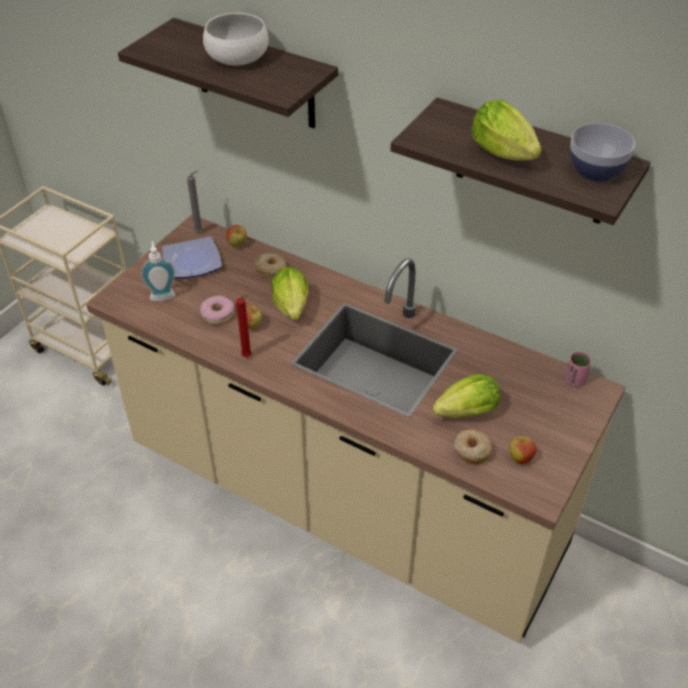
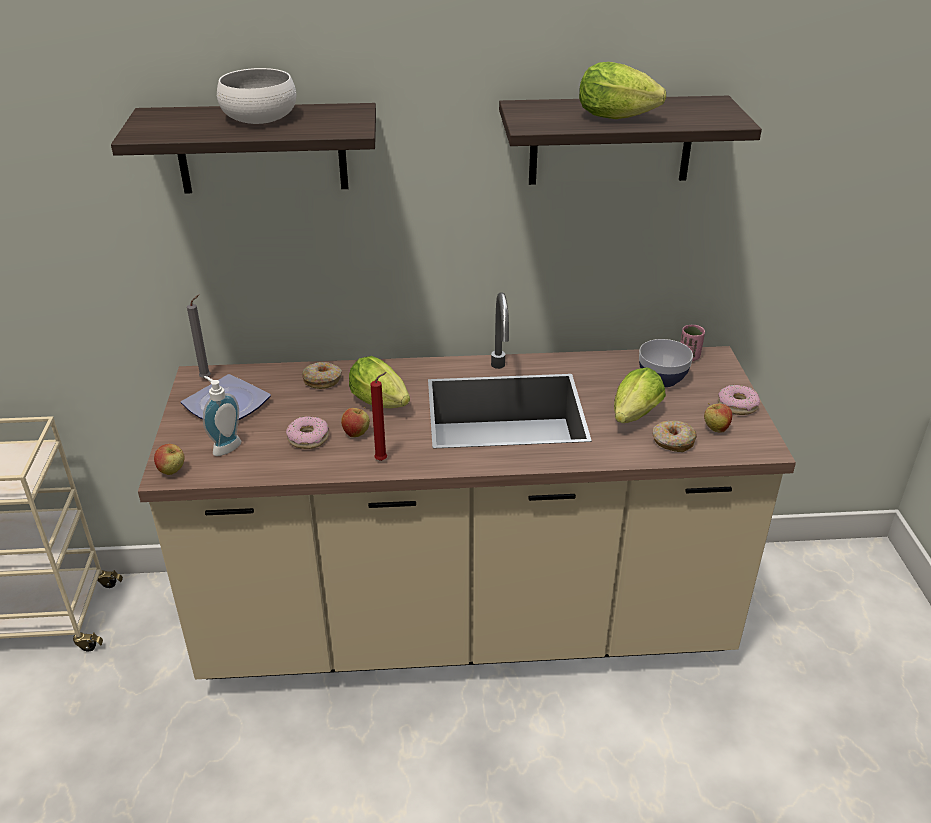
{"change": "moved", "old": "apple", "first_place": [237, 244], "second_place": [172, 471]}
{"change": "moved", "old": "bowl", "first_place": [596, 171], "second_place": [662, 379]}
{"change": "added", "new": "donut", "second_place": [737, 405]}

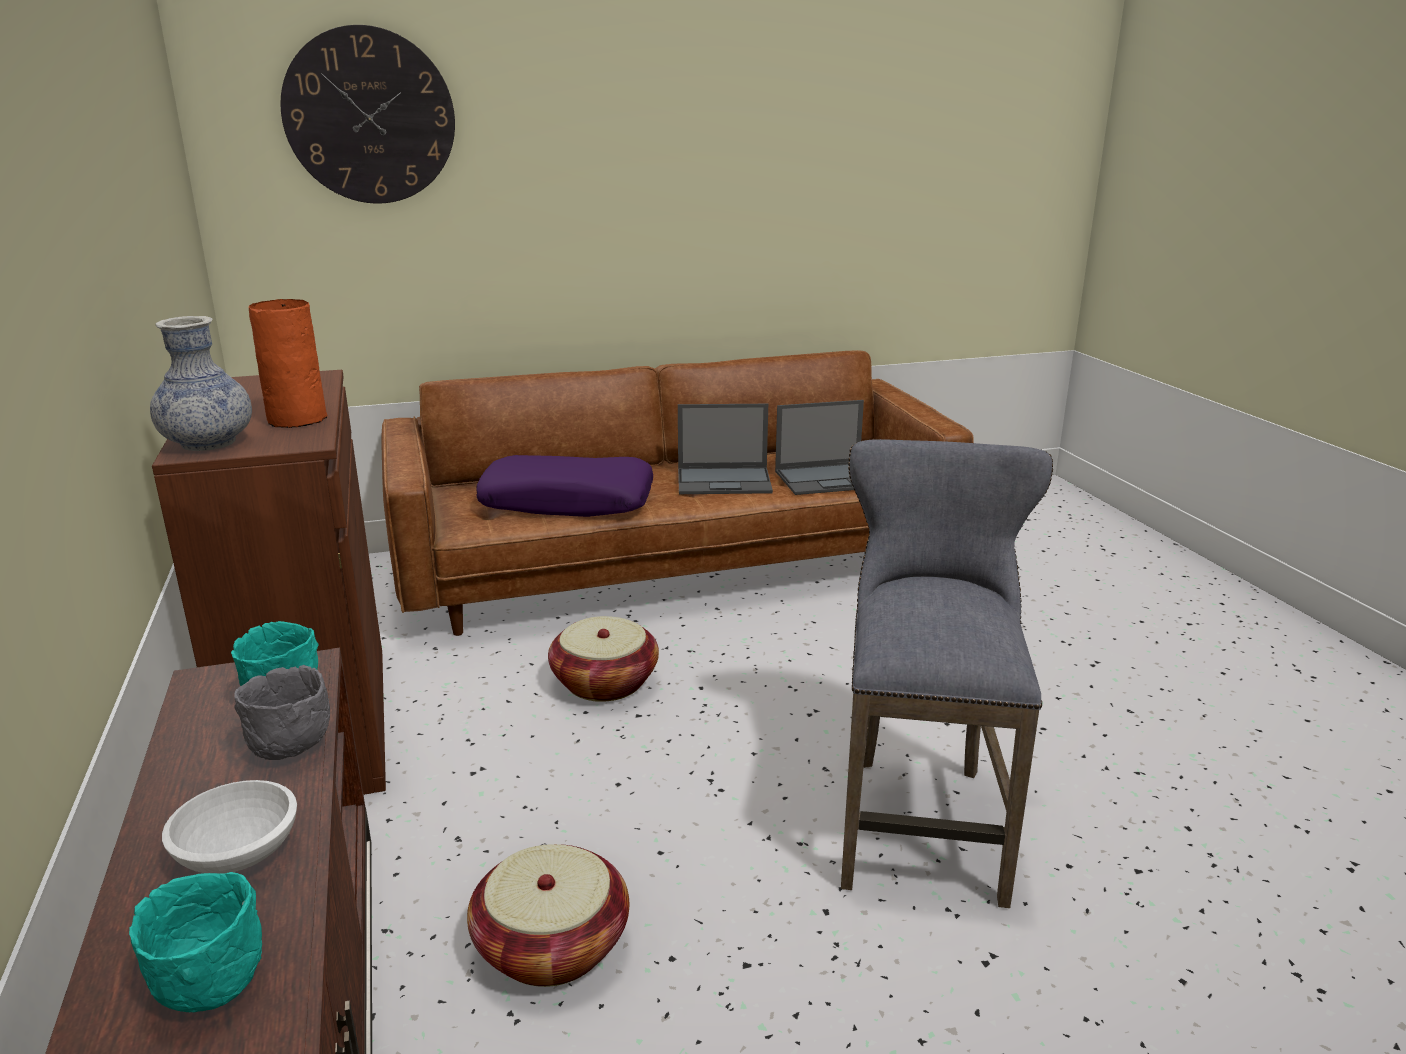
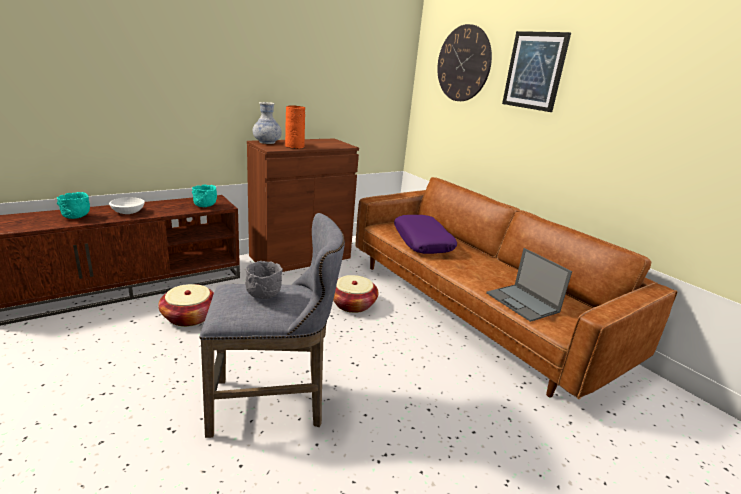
{"change": "moved", "old": "grey bowl", "first_place": [292, 750], "second_place": [263, 296]}
{"change": "removed", "old": "laptop", "first_place": [725, 481]}
{"change": "added", "new": "picture", "second_place": [535, 71]}

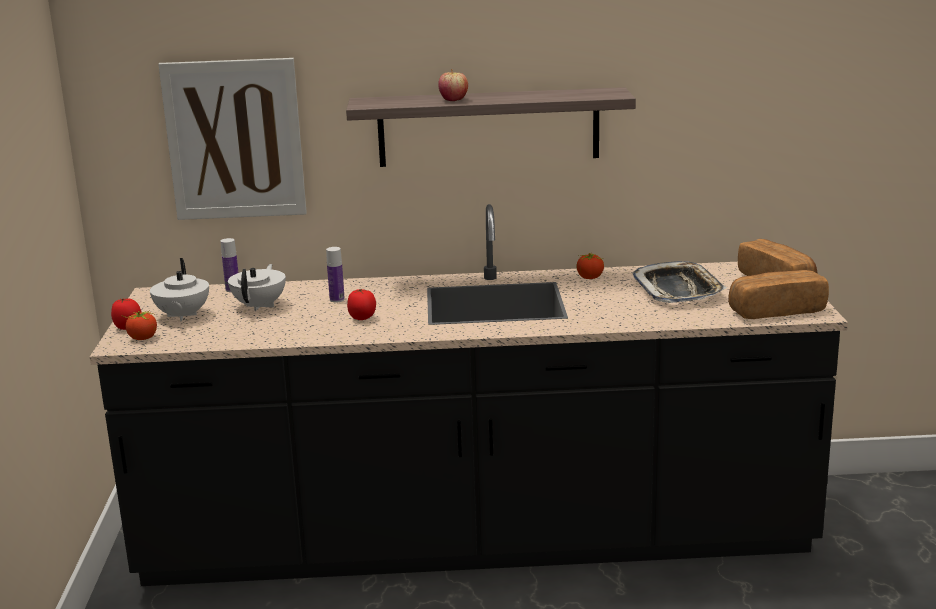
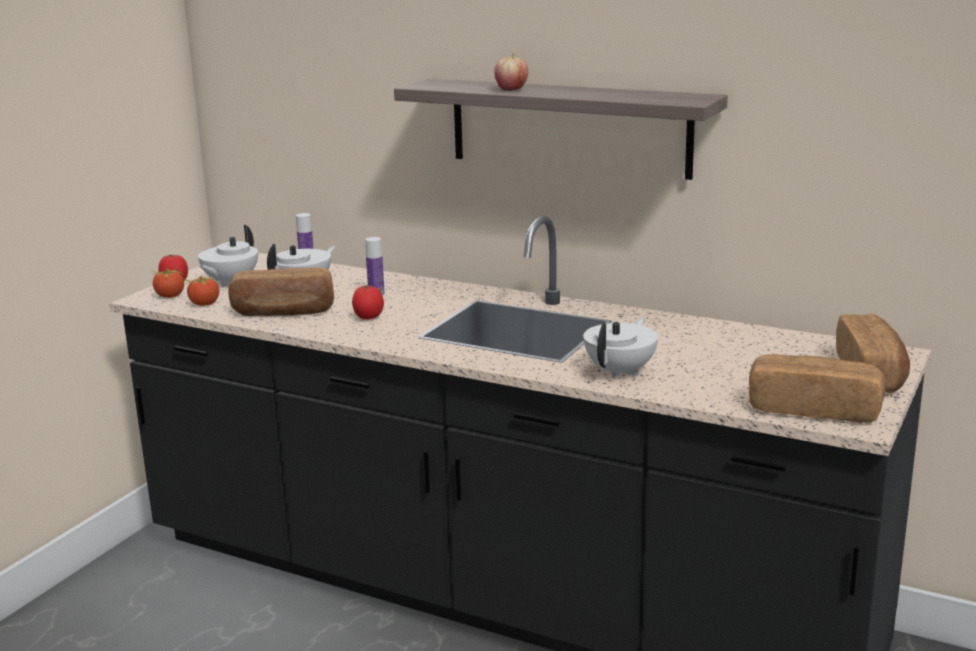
{"change": "removed", "old": "picture", "first_place": [234, 139]}
{"change": "moved", "old": "tomato", "first_place": [590, 278], "second_place": [204, 304]}
{"change": "removed", "old": "tray", "first_place": [678, 290]}
{"change": "added", "new": "bread", "second_place": [283, 311]}
{"change": "added", "new": "white teapot", "second_place": [621, 371]}

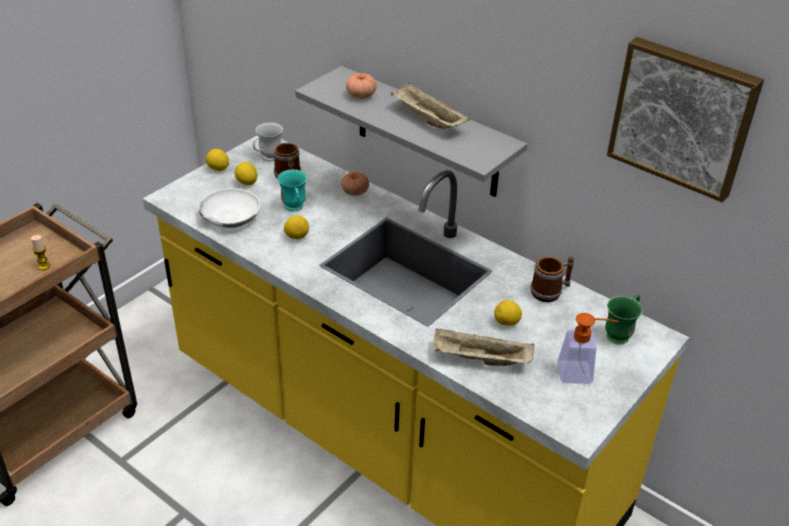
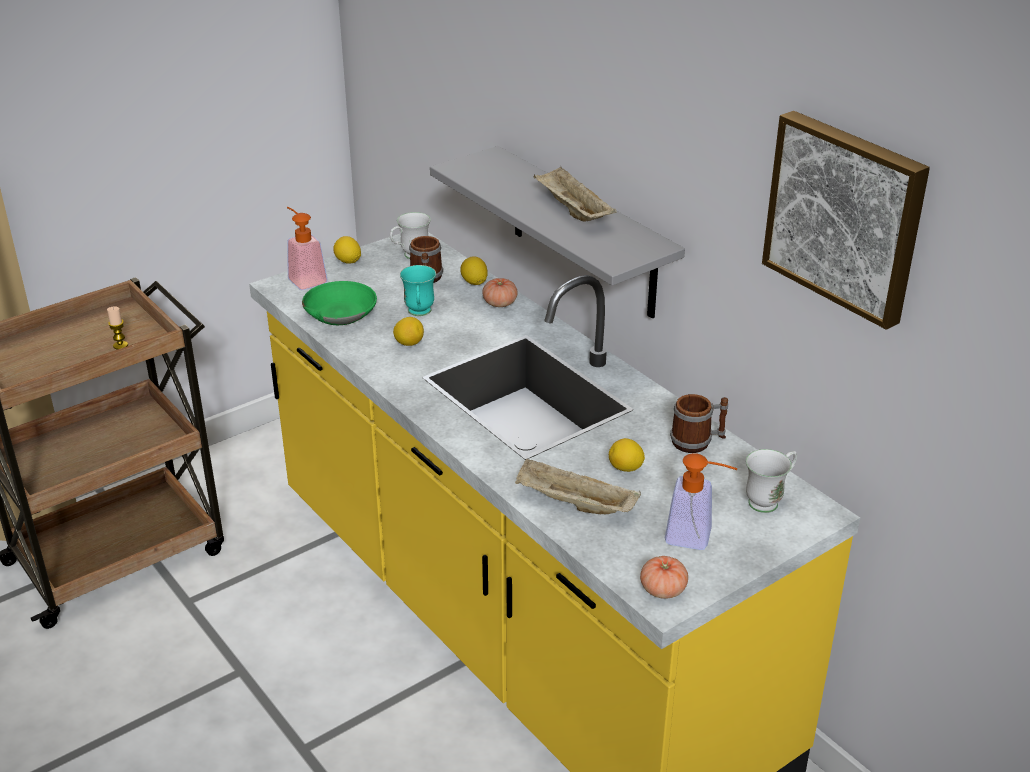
{"change": "recoloured", "old": "white bowl", "new": "green bowl", "first_place": [230, 216], "second_place": [340, 313]}
{"change": "moved", "old": "lemon", "first_place": [246, 183], "second_place": [474, 282]}
{"change": "moved", "old": "tomato", "first_place": [361, 95], "second_place": [663, 589]}
{"change": "recoloured", "old": "green mug", "new": "white mug", "first_place": [621, 333], "second_place": [769, 500]}
{"change": "added", "new": "soap dispenser", "second_place": [304, 278]}

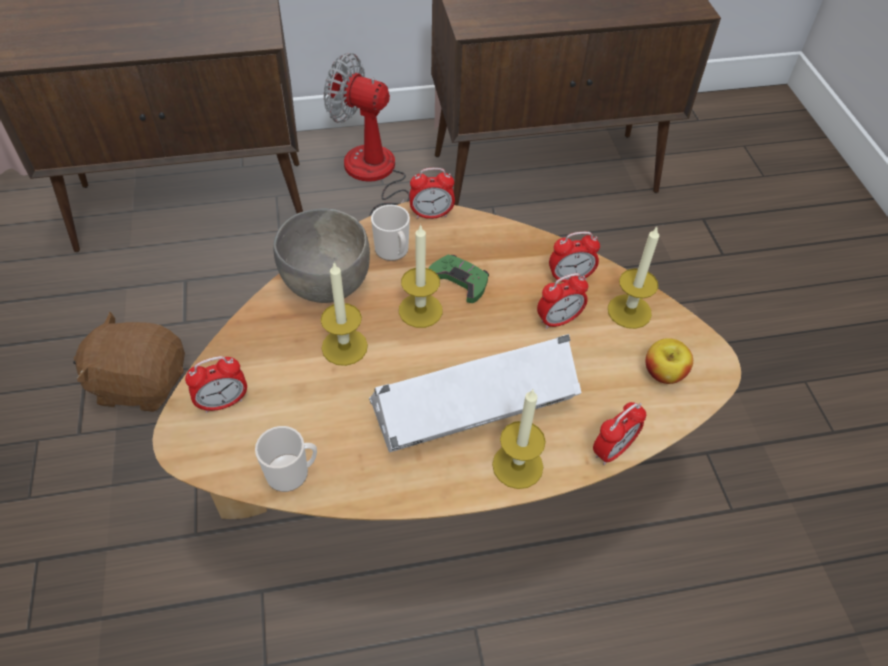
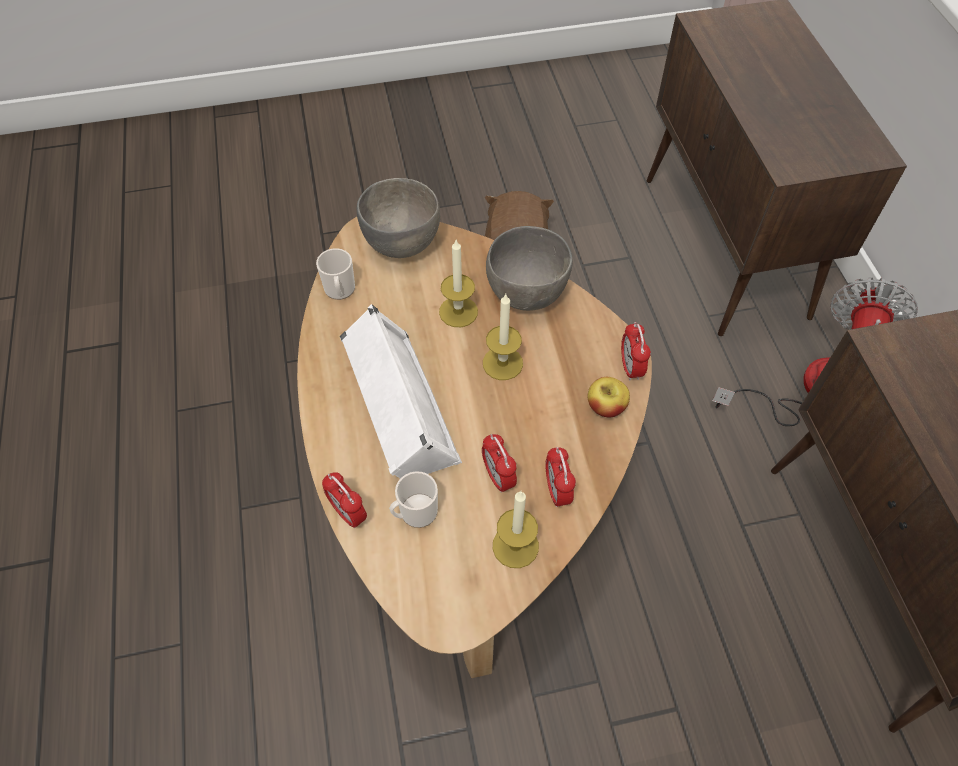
{"change": "replaced", "old": "alarm clock", "new": "grey bowl", "first_place": [223, 402], "second_place": [402, 244]}
{"change": "moved", "old": "mug", "first_place": [393, 252], "second_place": [415, 513]}
{"change": "removed", "old": "green game controller", "first_place": [459, 281]}
{"change": "removed", "old": "candle", "first_place": [517, 465]}
{"change": "moved", "old": "apple", "first_place": [663, 373], "second_place": [606, 407]}

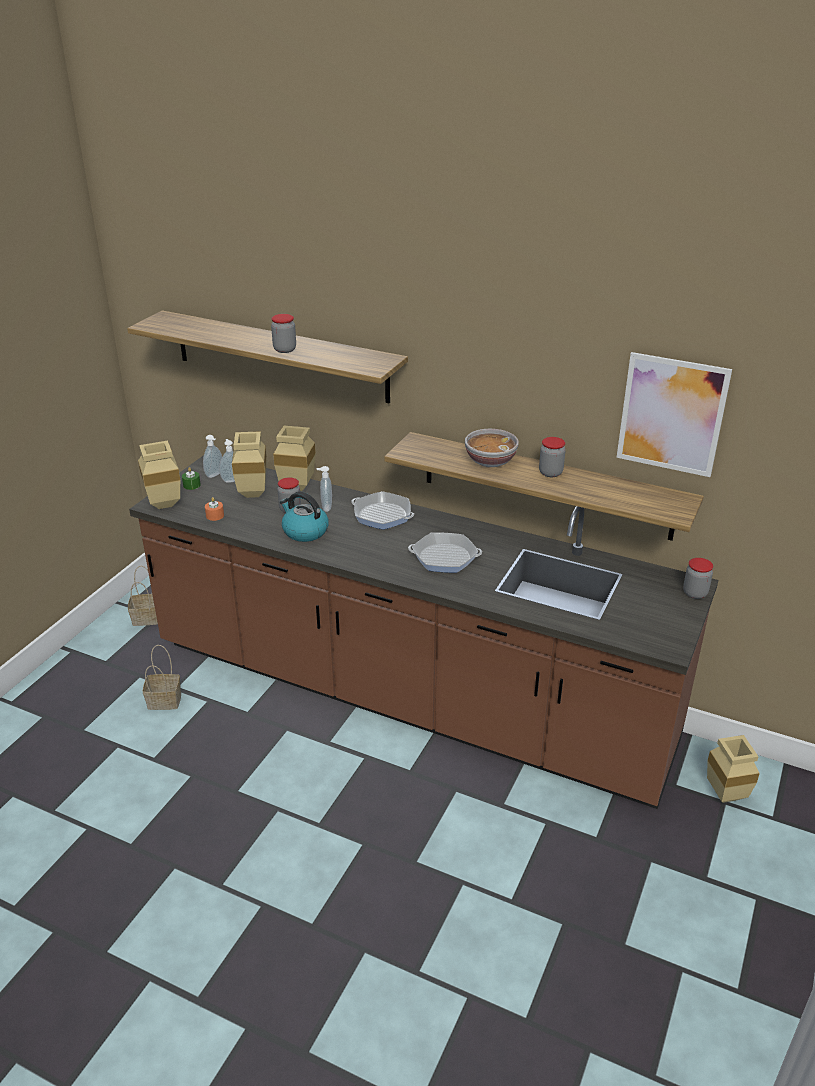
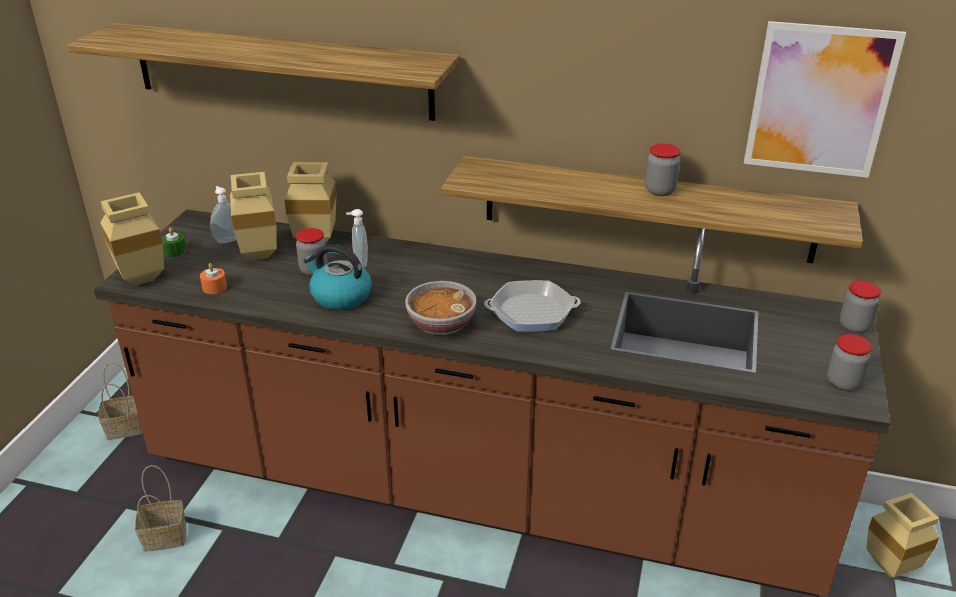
{"change": "removed", "old": "soap dispenser", "first_place": [215, 475]}
{"change": "moved", "old": "jar", "first_place": [284, 349], "second_place": [843, 383]}
{"change": "removed", "old": "frying pan", "first_place": [382, 515]}
{"change": "moved", "old": "bowl", "first_place": [489, 461], "second_place": [440, 324]}

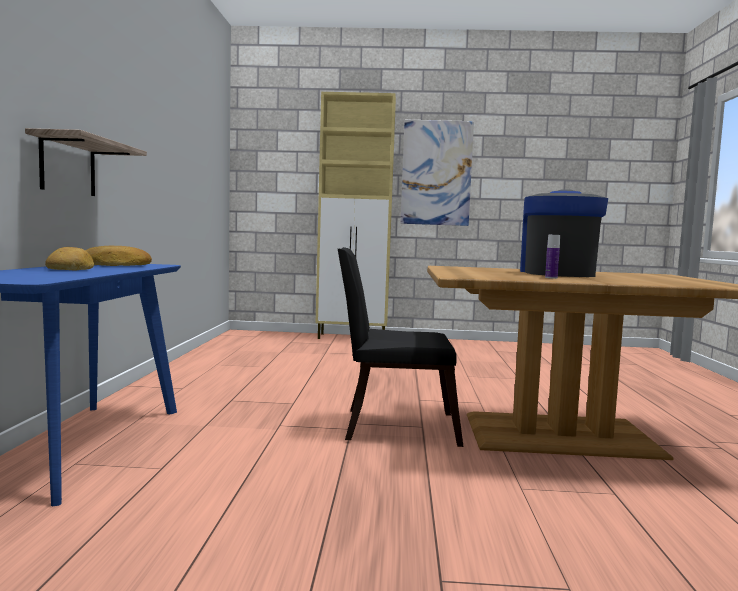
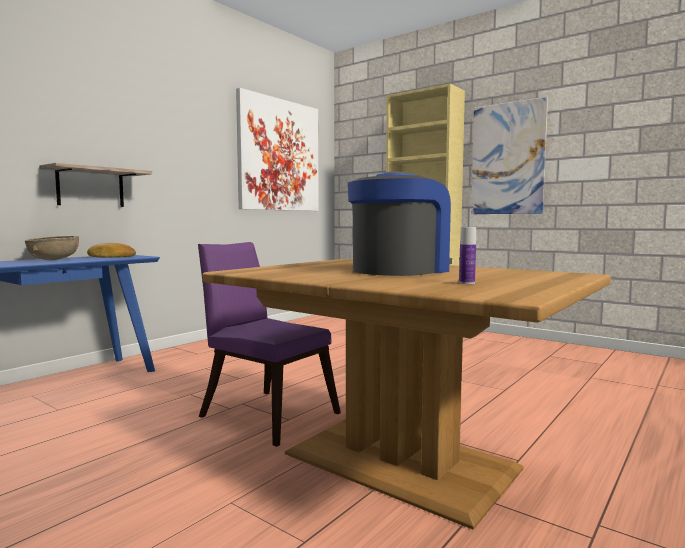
{"change": "replaced", "old": "bread", "new": "brown bowl", "first_place": [71, 269], "second_place": [54, 260]}
{"change": "recoloured", "old": "black chair", "new": "purple chair", "first_place": [392, 426], "second_place": [265, 413]}
{"change": "moved", "old": "bottle", "first_place": [551, 278], "second_place": [466, 283]}
{"change": "added", "new": "picture", "second_place": [279, 155]}

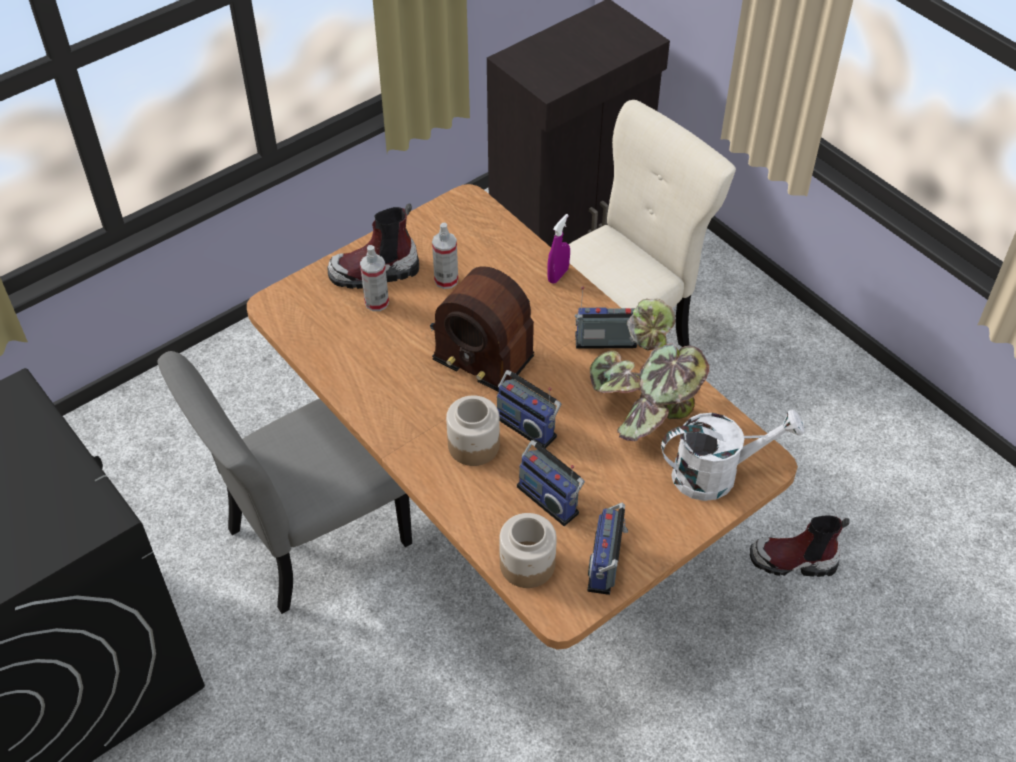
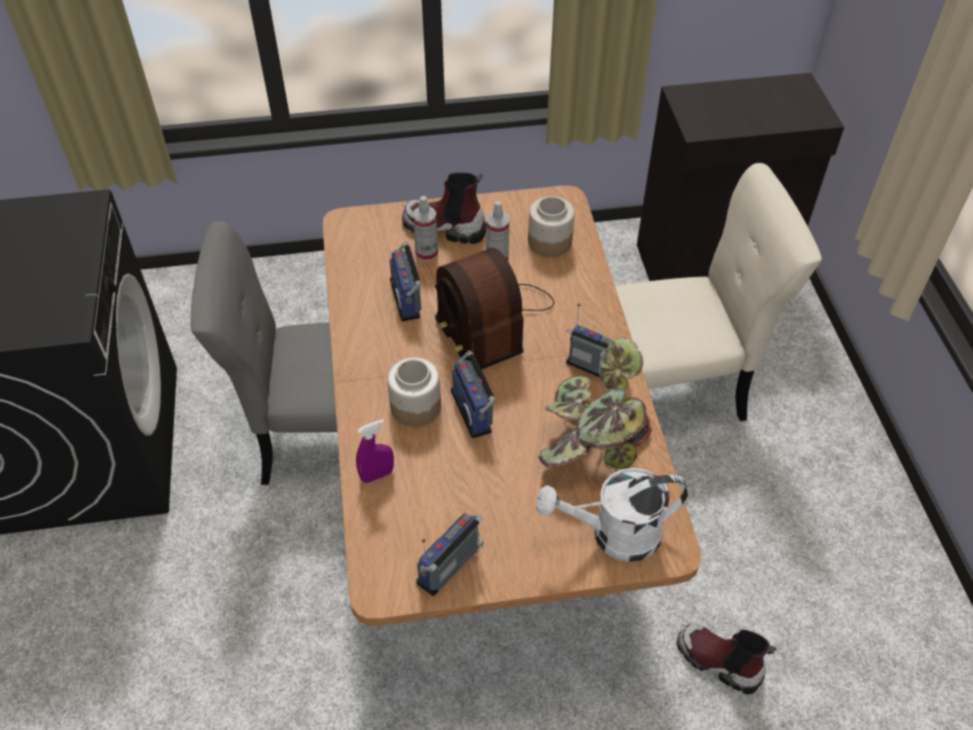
{"change": "moved", "old": "jar", "first_place": [527, 565], "second_place": [549, 242]}
{"change": "moved", "old": "radio", "first_place": [550, 498], "second_place": [408, 298]}
{"change": "moved", "old": "purple spray bottle", "first_place": [558, 275], "second_place": [377, 475]}
{"change": "turned", "old": "white watering can", "first_place": [717, 473], "second_place": [613, 535], "degrees": 150}

